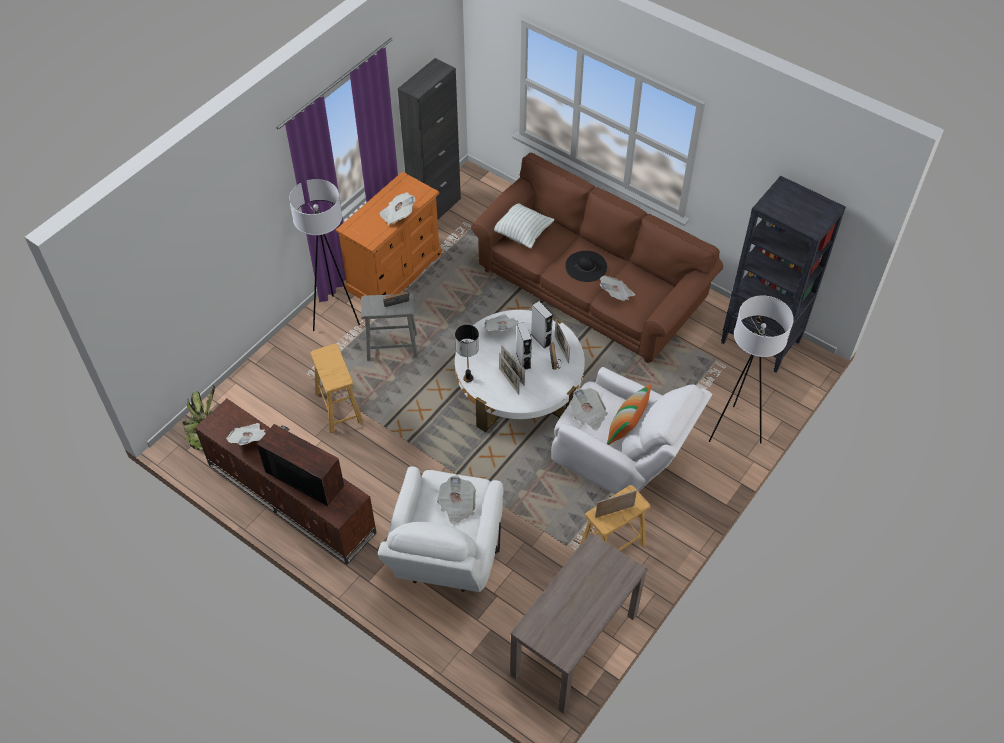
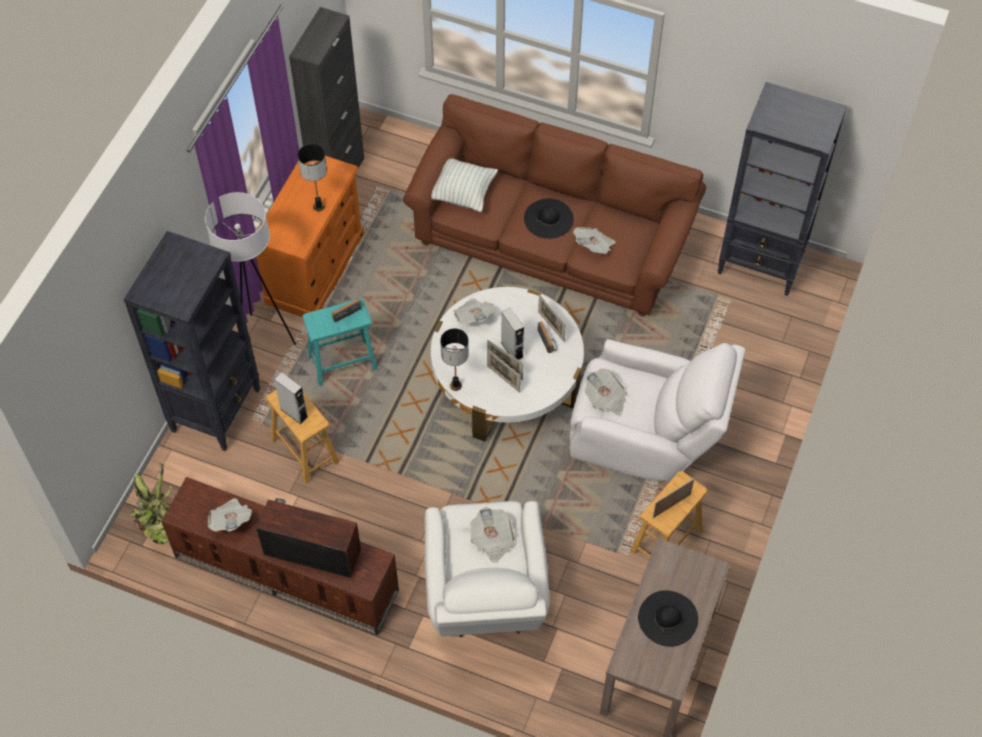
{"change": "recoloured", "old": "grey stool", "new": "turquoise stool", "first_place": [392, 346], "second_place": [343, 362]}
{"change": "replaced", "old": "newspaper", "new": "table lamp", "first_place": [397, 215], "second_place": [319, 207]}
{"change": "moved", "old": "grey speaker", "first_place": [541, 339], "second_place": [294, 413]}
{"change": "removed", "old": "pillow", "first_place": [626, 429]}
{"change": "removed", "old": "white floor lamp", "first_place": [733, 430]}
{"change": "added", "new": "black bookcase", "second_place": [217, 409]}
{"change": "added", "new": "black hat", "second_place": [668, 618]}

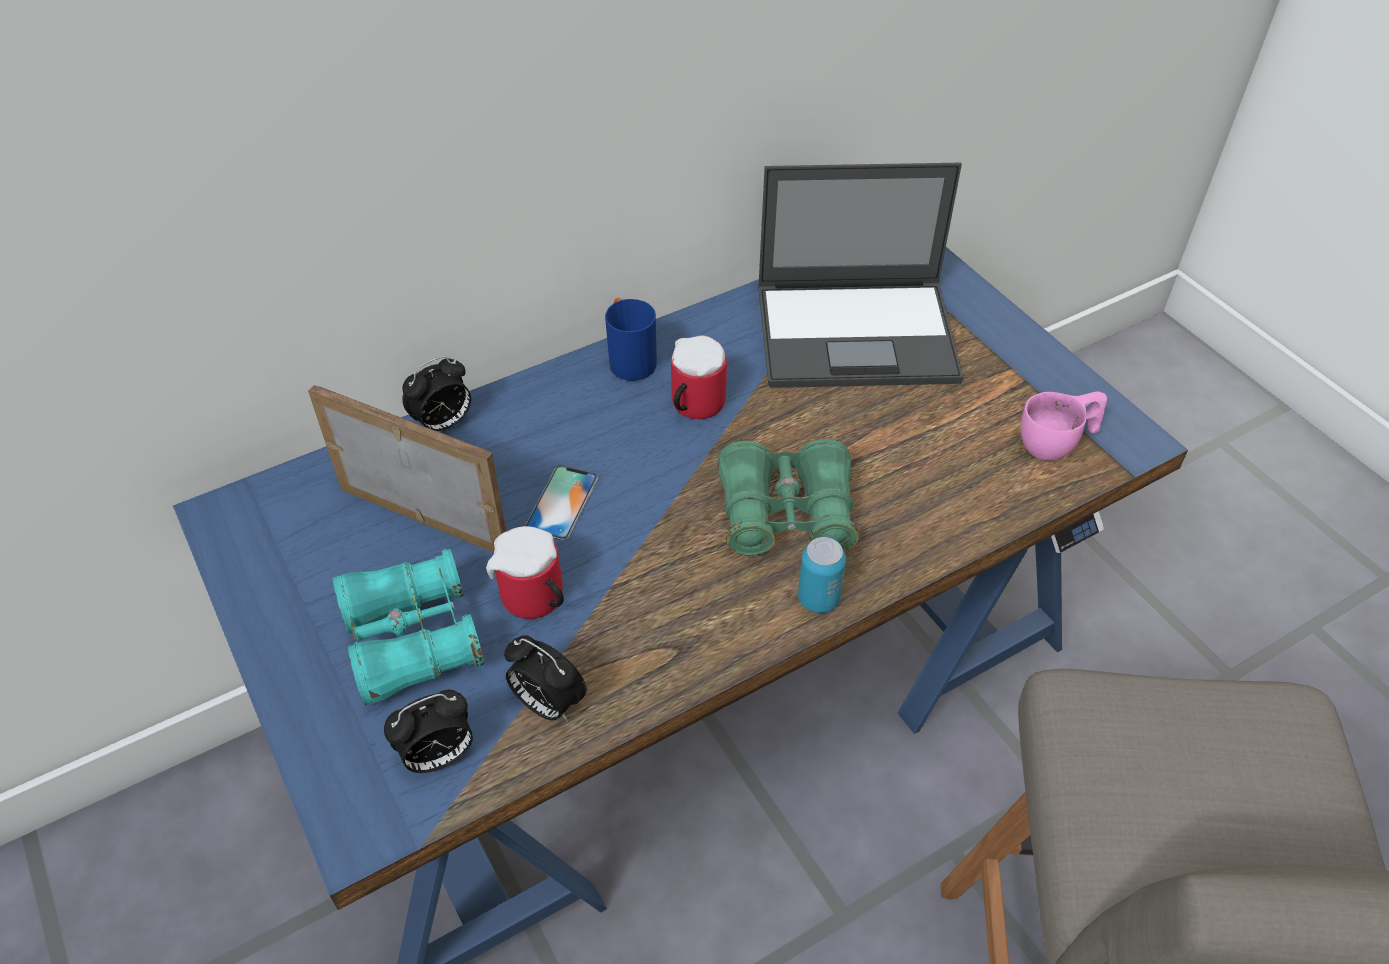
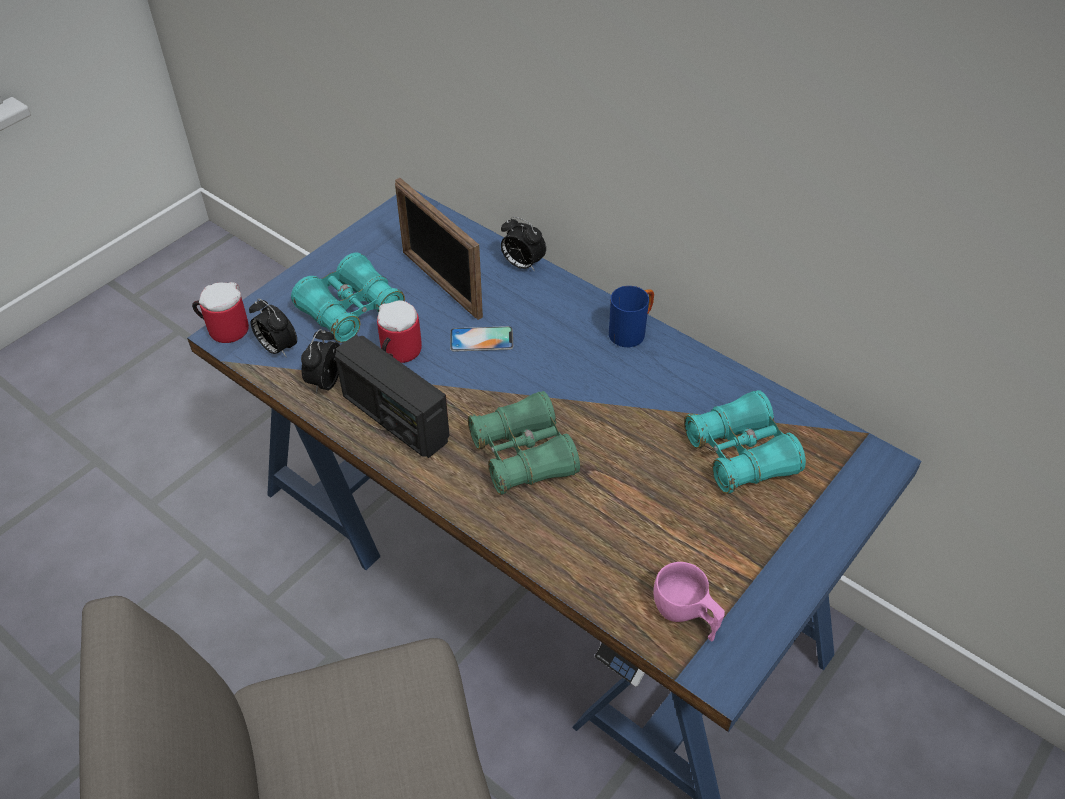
{"change": "turned", "old": "picture frame", "first_place": [424, 519], "second_place": [441, 284], "degrees": 135}
{"change": "moved", "old": "mug", "first_place": [692, 406], "second_place": [224, 328]}
{"change": "replaced", "old": "laptop", "new": "turquoise binoculars", "first_place": [858, 333], "second_place": [740, 454]}
{"change": "removed", "old": "can", "first_place": [818, 599]}
{"change": "added", "new": "radio", "second_place": [394, 418]}

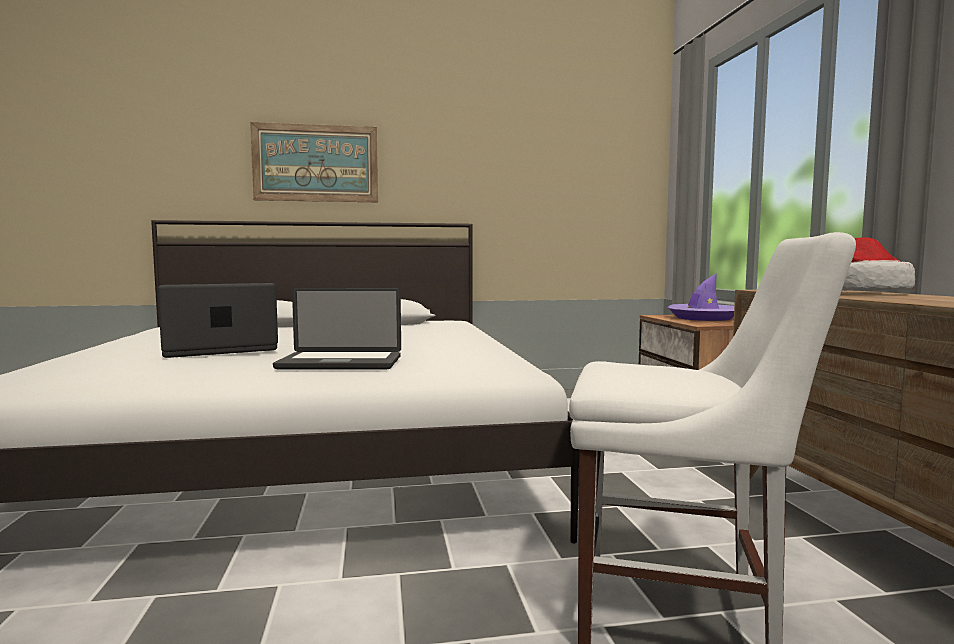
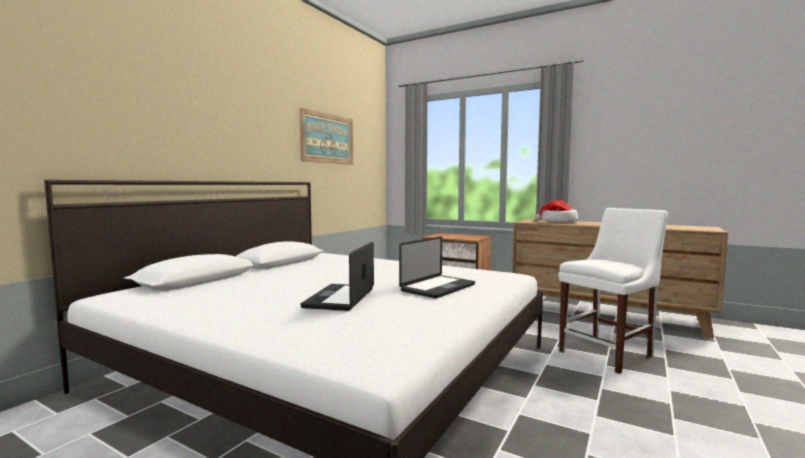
{"change": "moved", "old": "picture", "first_place": [316, 163], "second_place": [327, 138]}
{"change": "removed", "old": "purple hat", "first_place": [703, 318]}

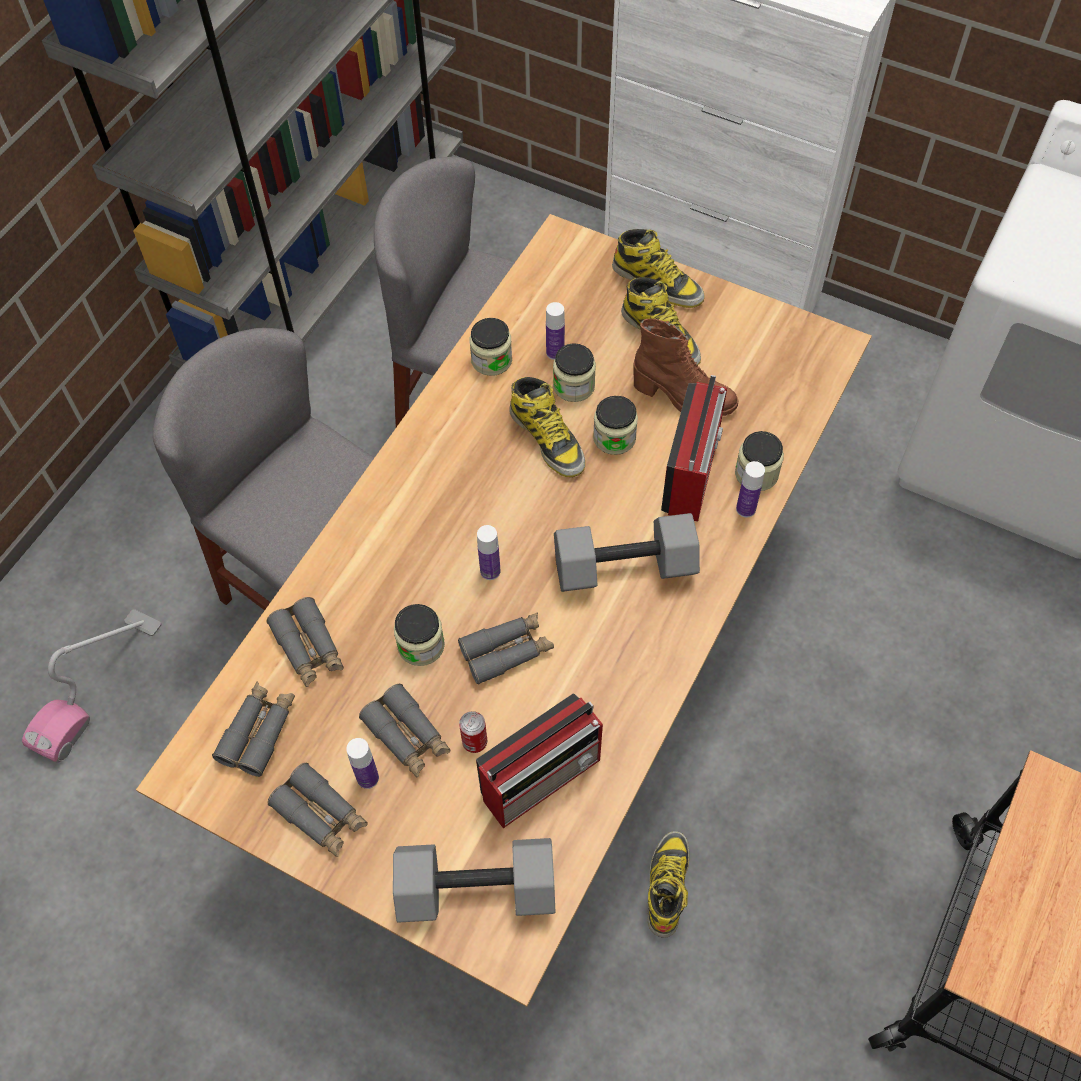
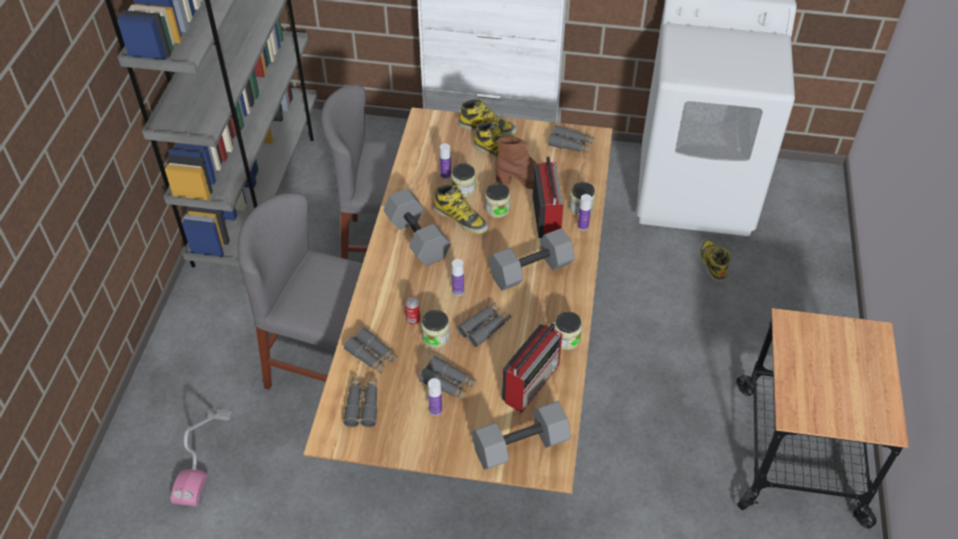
{"change": "moved", "old": "grey binoculars", "first_place": [321, 815], "second_place": [571, 144]}
{"change": "moved", "old": "can", "first_place": [474, 742], "second_place": [413, 320]}
{"change": "moved", "old": "jar", "first_place": [491, 360], "second_place": [566, 339]}
{"change": "moved", "old": "boot", "first_place": [667, 884], "second_place": [712, 263]}
{"change": "added", "new": "grey dumbbell", "second_place": [418, 238]}

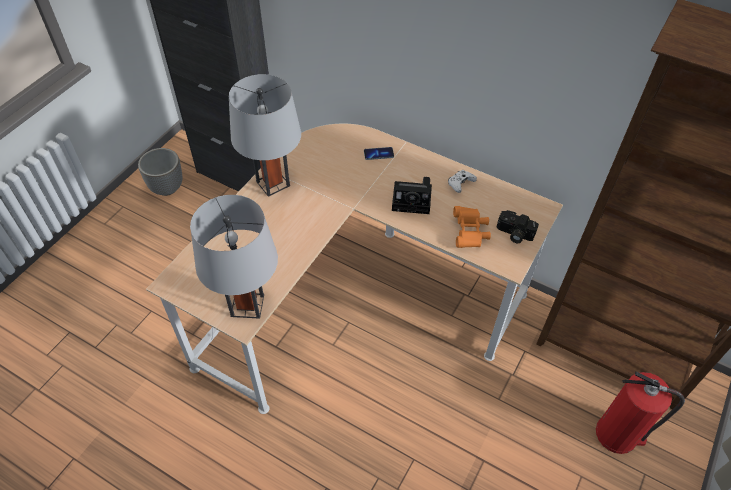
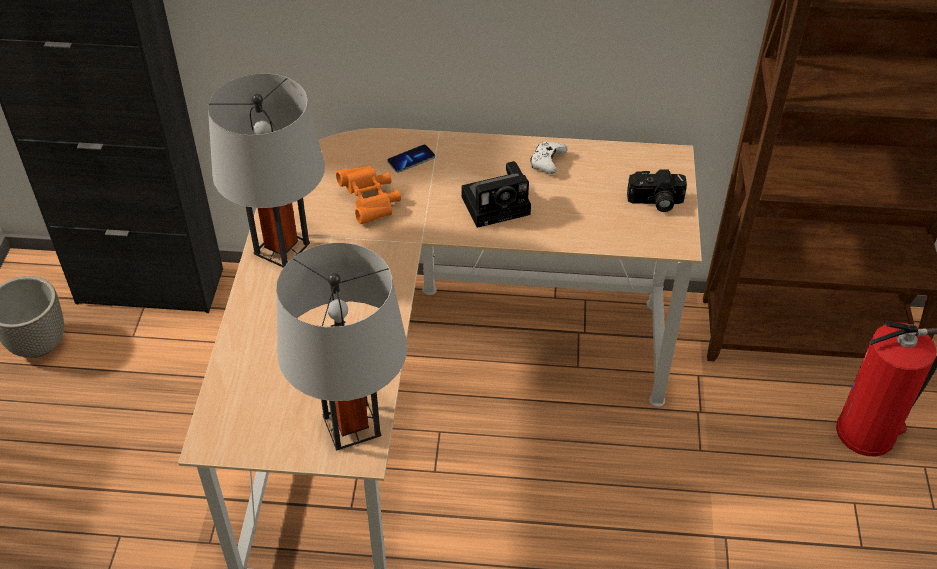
{"change": "moved", "old": "orange binoculars", "first_place": [470, 233], "second_place": [370, 202]}

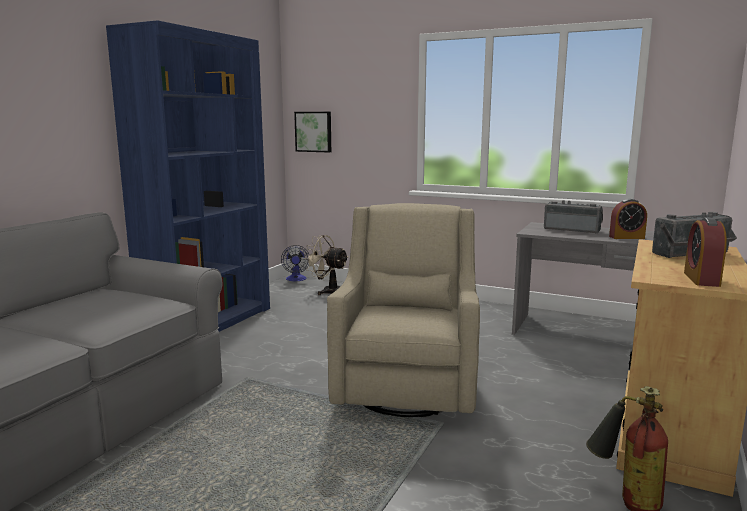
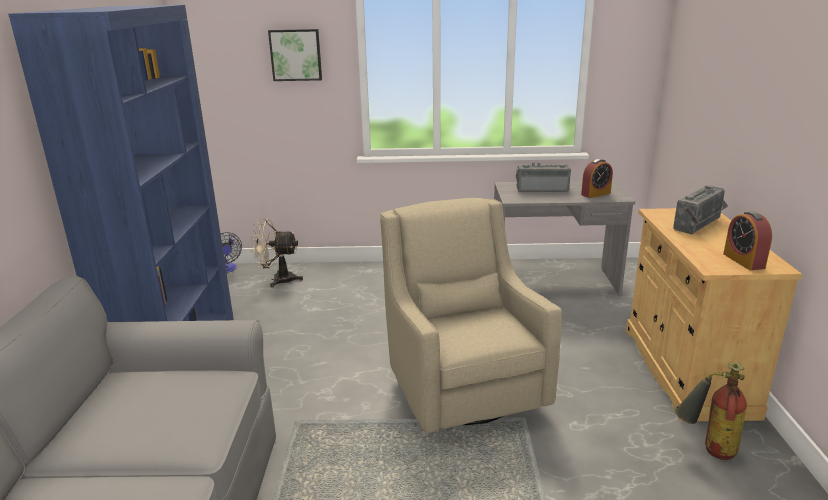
{"change": "moved", "old": "picture", "first_place": [314, 131], "second_place": [296, 55]}

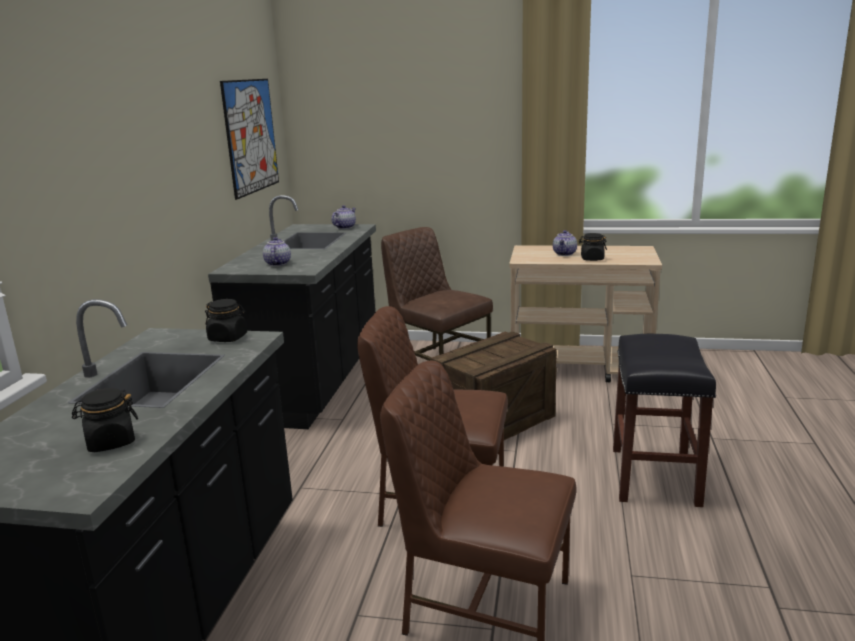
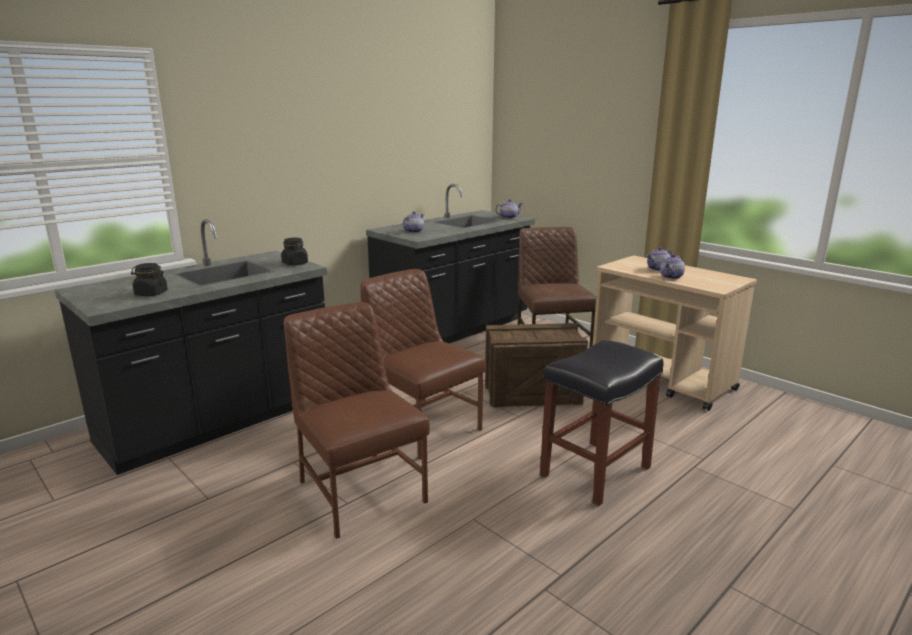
{"change": "removed", "old": "picture", "first_place": [251, 136]}
{"change": "replaced", "old": "black jar", "new": "teapot", "first_place": [592, 259], "second_place": [671, 277]}

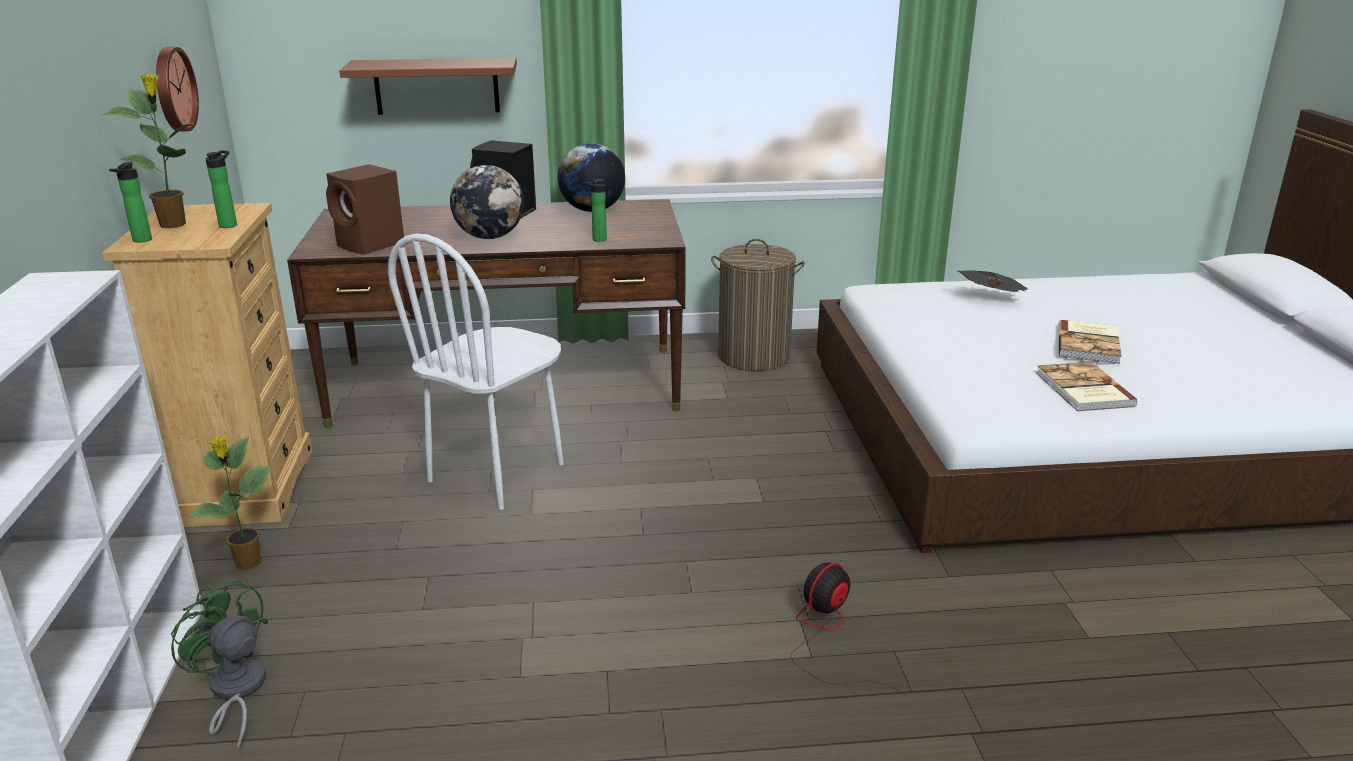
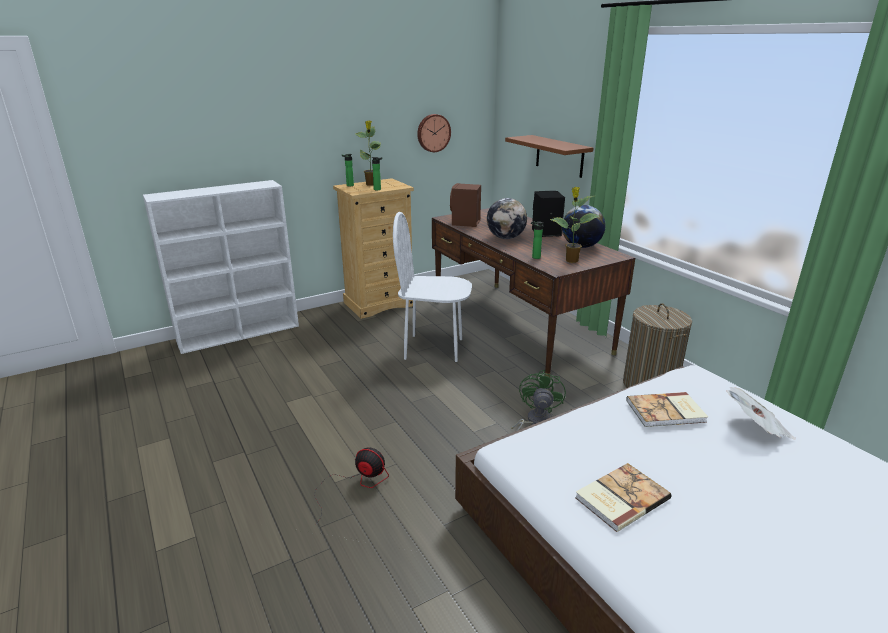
{"change": "moved", "old": "green fan", "first_place": [234, 692], "second_place": [534, 421]}
{"change": "moved", "old": "potted plant", "first_place": [248, 564], "second_place": [571, 260]}
{"change": "moved", "old": "book", "first_place": [1089, 344], "second_place": [666, 412]}

